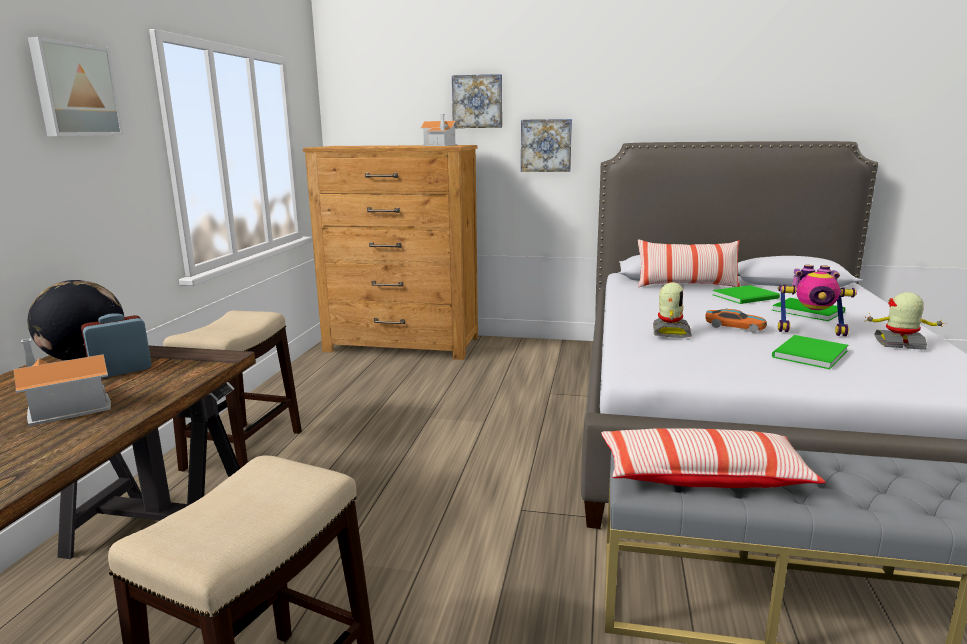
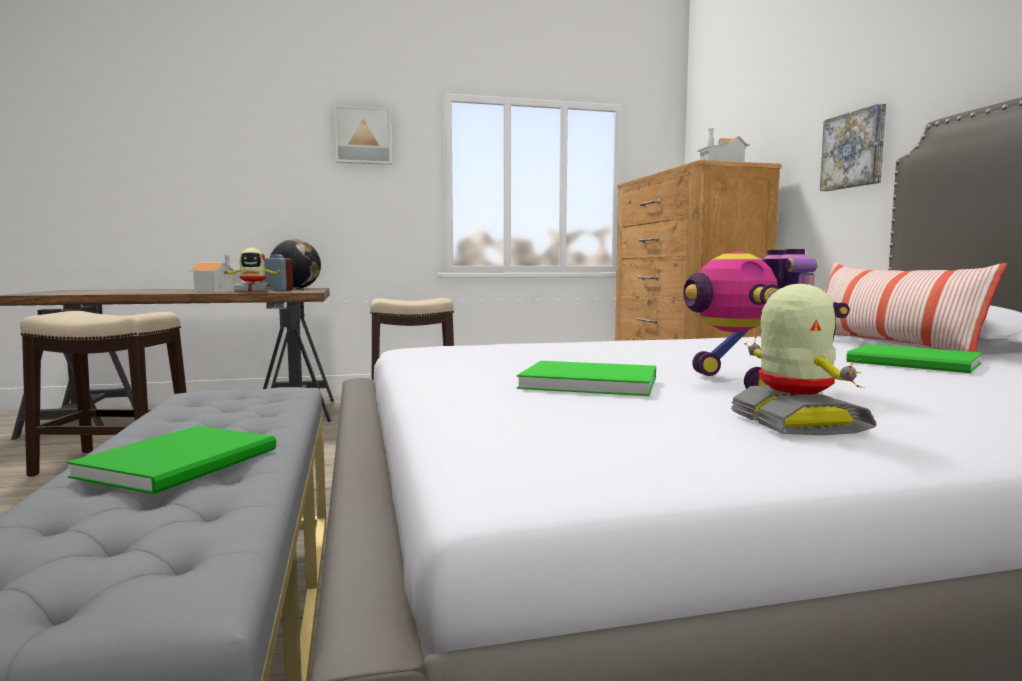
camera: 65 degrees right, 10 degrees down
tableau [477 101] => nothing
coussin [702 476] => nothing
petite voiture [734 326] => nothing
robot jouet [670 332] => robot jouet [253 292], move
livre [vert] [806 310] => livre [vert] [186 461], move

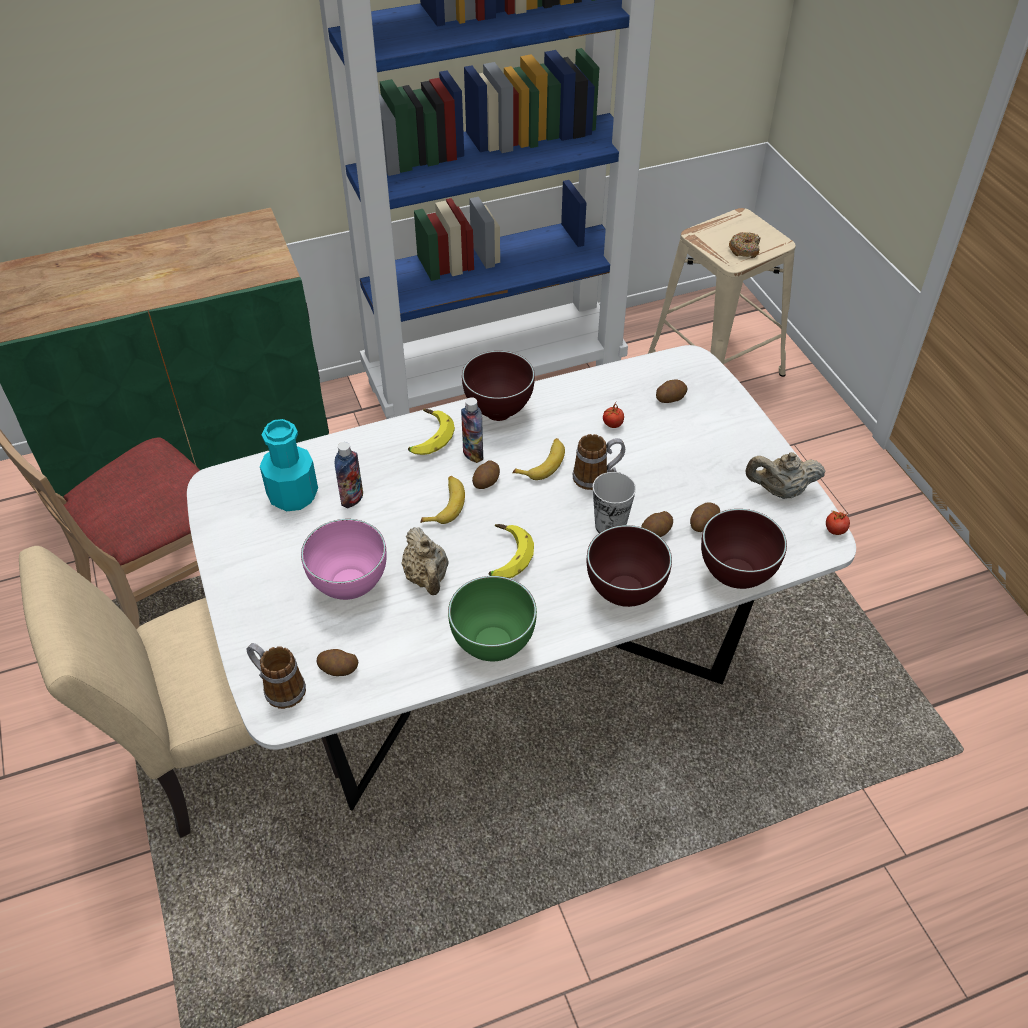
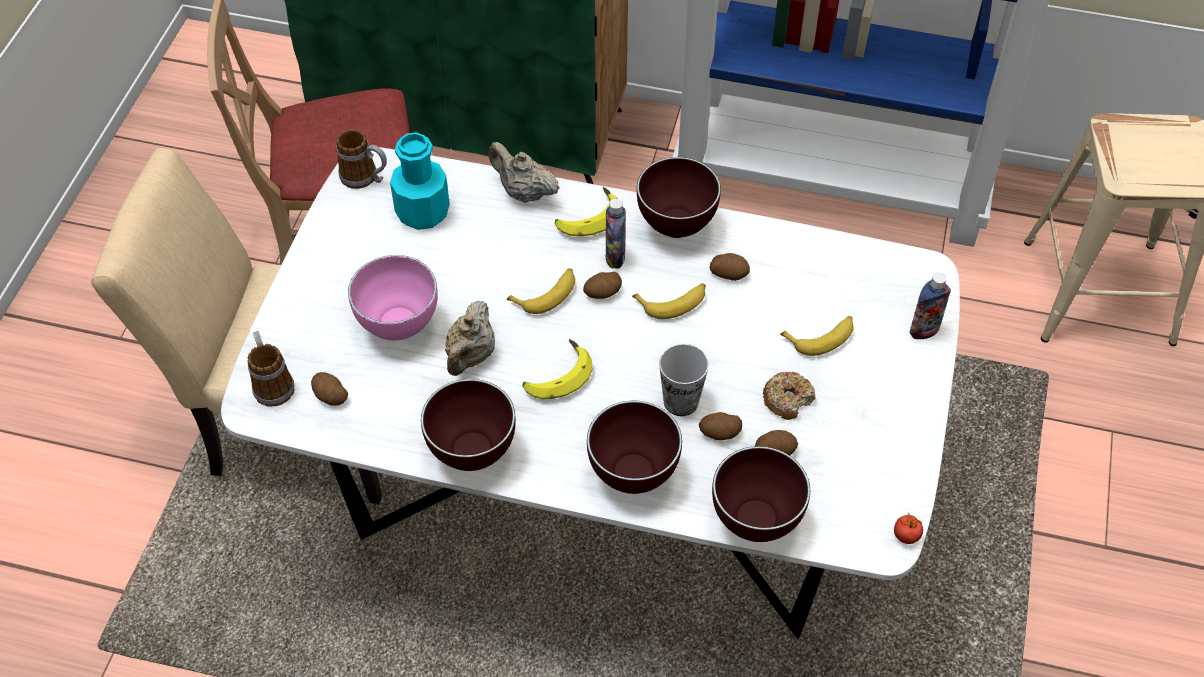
camera: 35 degrees right, 5 degrees up
tomate [612 424] => nothing
nothing => banane [821 337]
bouteille [352 498] => bouteille [924 330], move
mug [597 477] => mug [365 178], move
pomme de terre [670 398] => pomme de terre [729 273], move
beignet [744 249] => beignet [787 399], move
théière [beige] [780 491] => théière [beige] [523 192], move
bol [vert] [491 647] => bol [marron] [470 453]

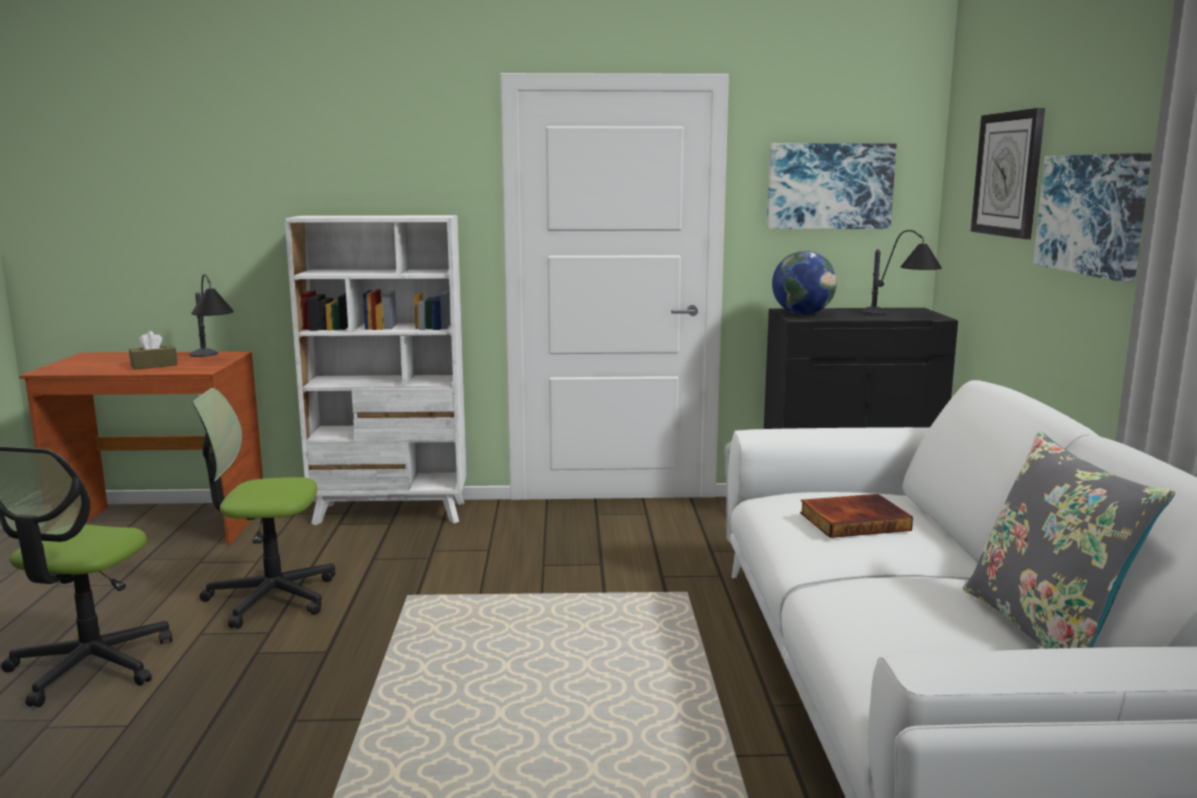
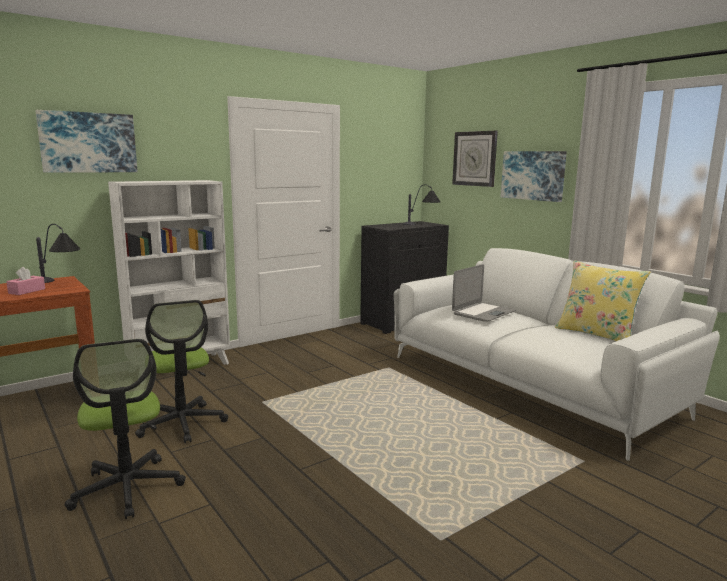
camera: 35 degrees left, 0 degrees up
globe [802 314] => nothing
tableau [829 186] => tableau [88 142], move
livre [854 520] => ordinateur portable [483 313]
boîte à mouchoirs [marron] [154 365] => boîte à mouchoirs [rose] [27 291]
coussin [gris] [1046 630] => coussin [jaune] [596 334]
chaise de bureau [271 597] => chaise de bureau [182 423], 75 degrees counterclockwise

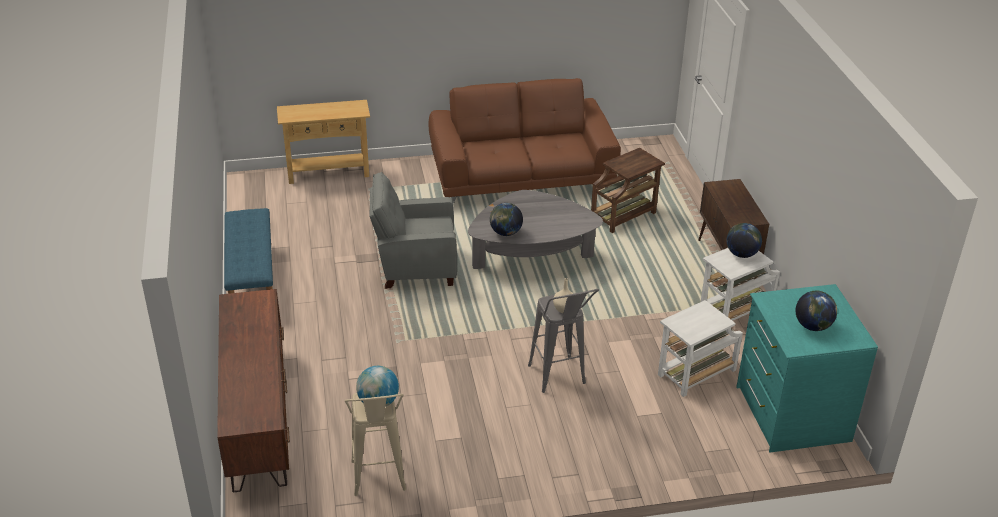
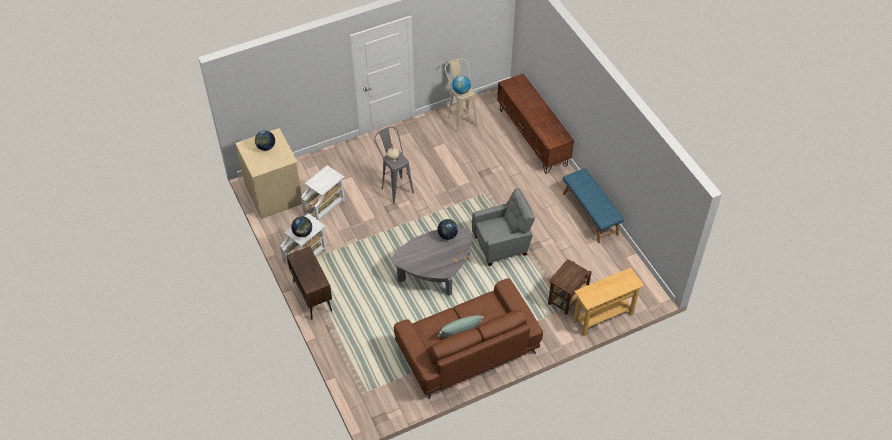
camera: 165 degrees right, 15 degrees up
nothing => coussin [vert] [459 330]
table d'appoint [marron] [624 215] => table d'appoint [marron] [567 297], move
commode [turquoise] [790 414] => commode [beige] [274 194]

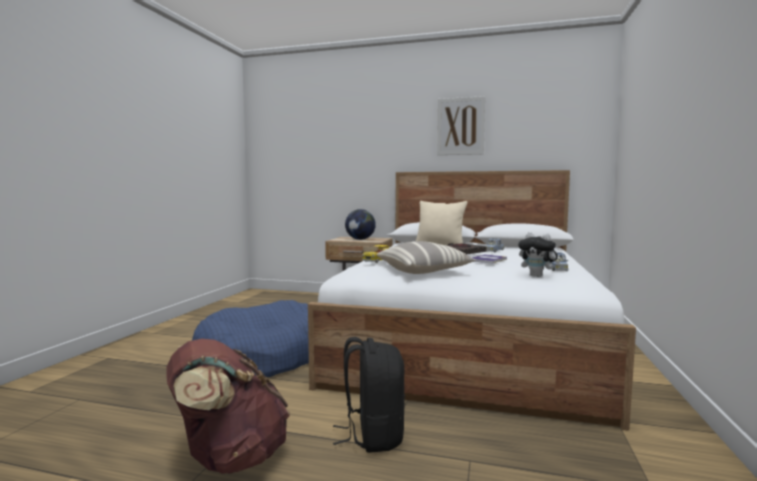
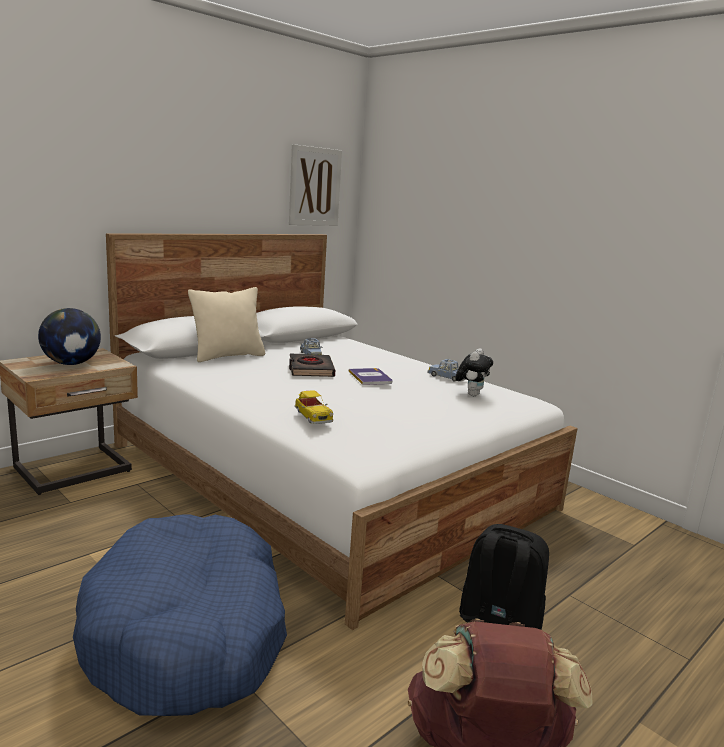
camera: 60 degrees left, 10 degrees up
coussin [424 271] => nothing
tableau [460 126] => tableau [314 186], move
peluche [538 276] => peluche [471 394], 45 degrees counterclockwise

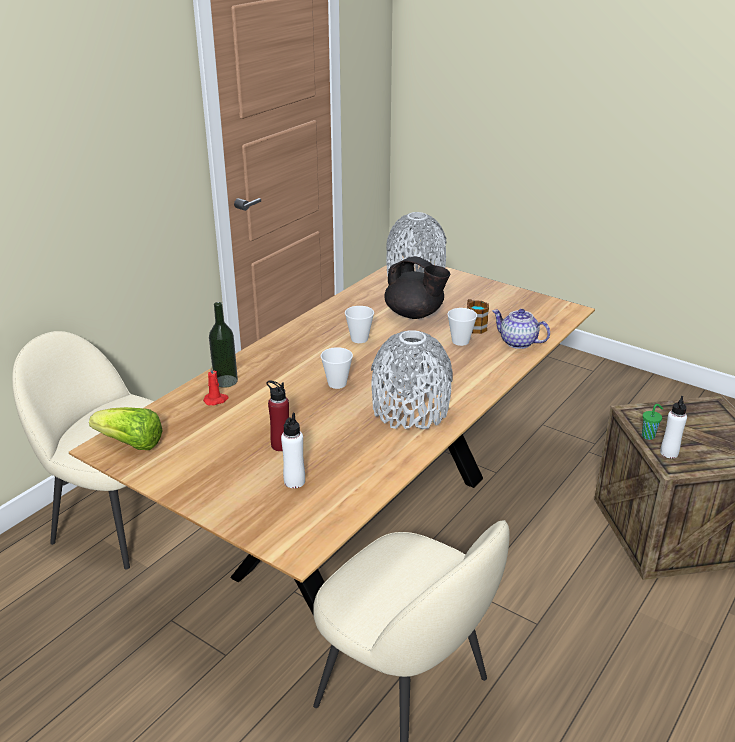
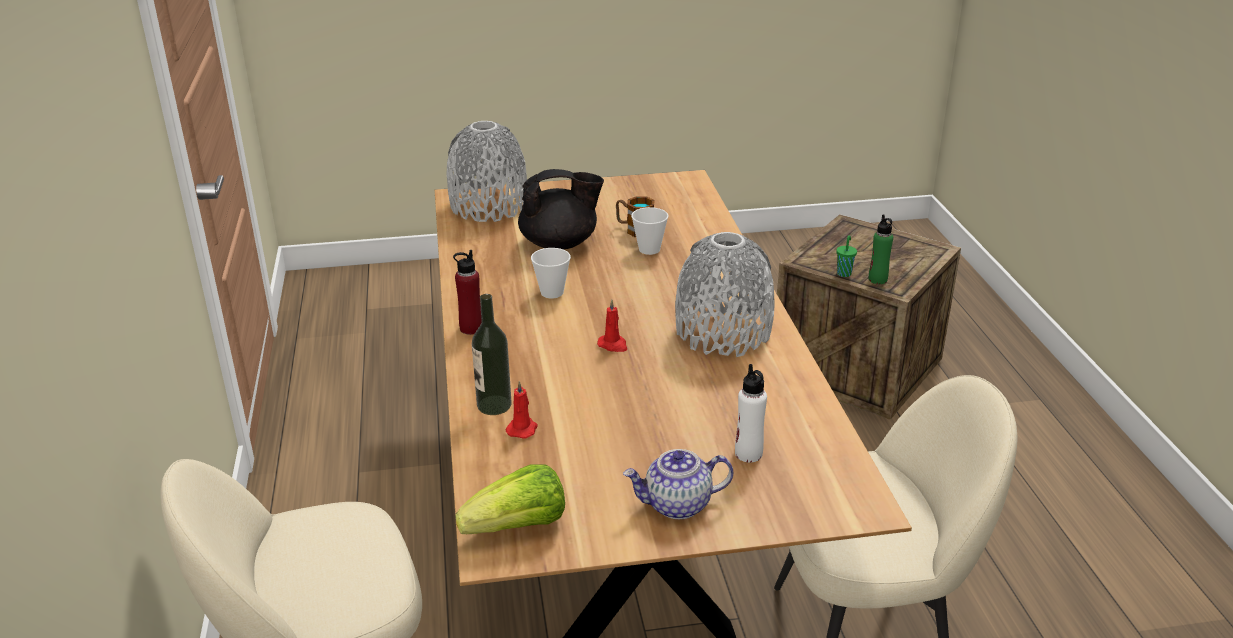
camera: 45 degrees left, 0 degrees up
bouteille [rouge] [281 445] => bouteille [rouge] [471 328], move
théière [517 342] => théière [677 505], move
tasse [337 383] => bougie [rouge] [613 345]
bouteille [blanc] [669 453] => bouteille [vert] [877 279]

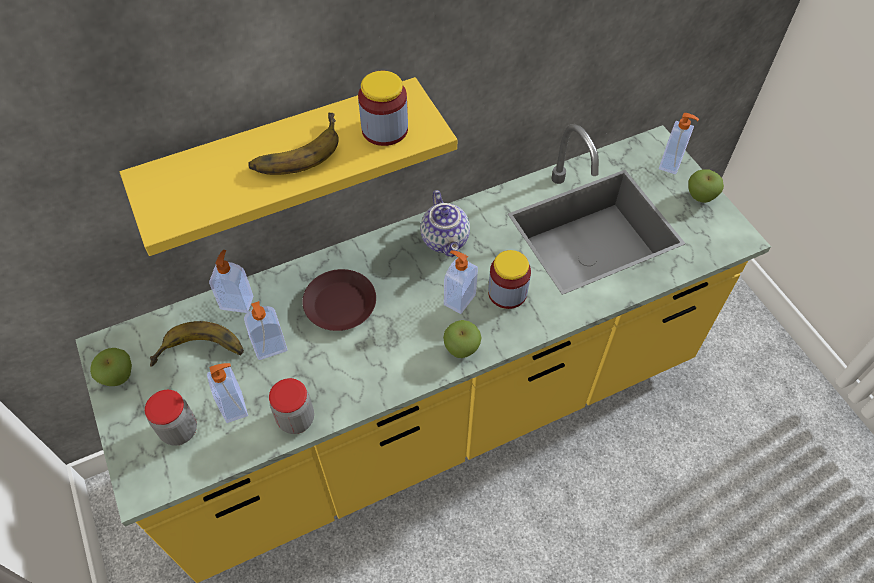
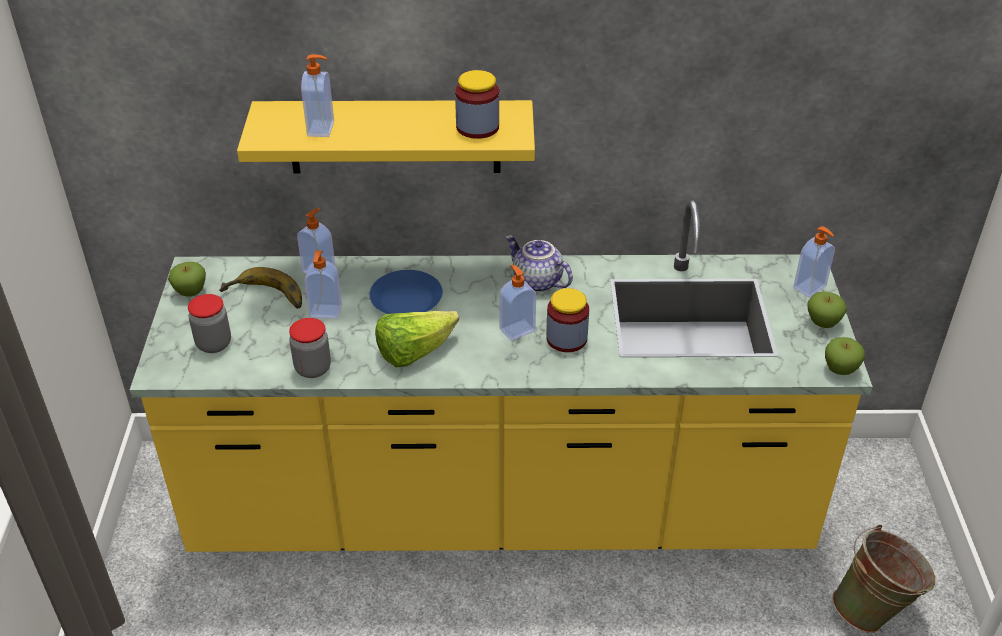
camera: 25 degrees right, 15 degrees down
banane [295 149] => nothing
nothing => laitue [414 352]
nothing => seau [vert] [873 612]
distributeur de savon [235 406] => distributeur de savon [322 129], move
pomme [461 349] => pomme [840 370], move
assiette [marron] [339 304] => assiette [bleu] [406 299]
théière [446 240] => théière [536 282], 120 degrees clockwise

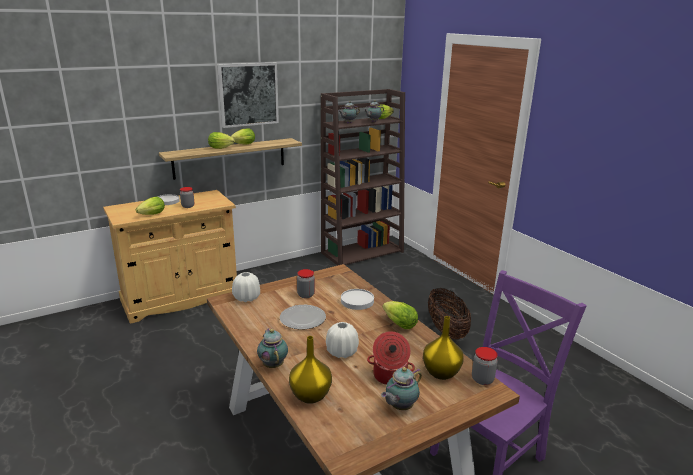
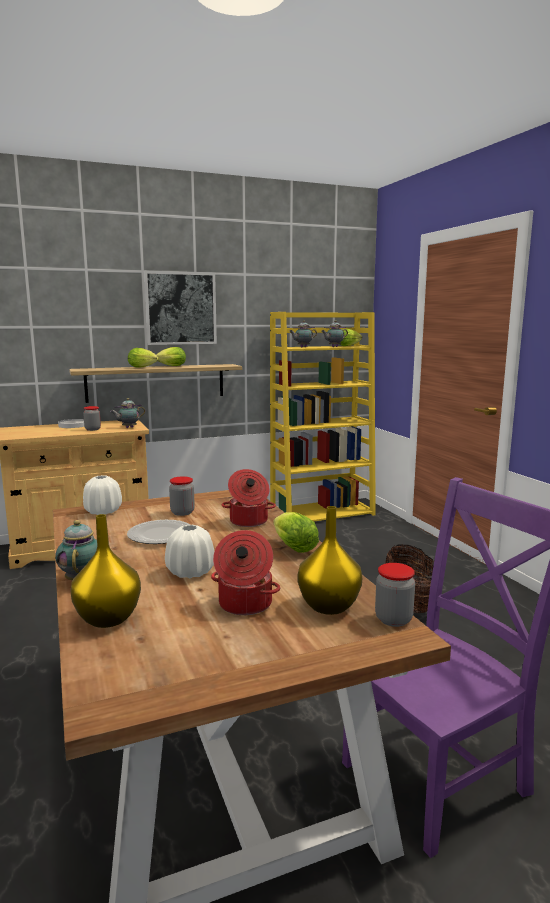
camera: 10 degrees right, 10 degrees down
laitue [151 215] => nothing
théière [400 407] => théière [128 428], move
assiette [blanc] [357 301] => marmite [248 521]
bibliothèque [marron] [362 252] => bibliothèque [jaune] [322 512]

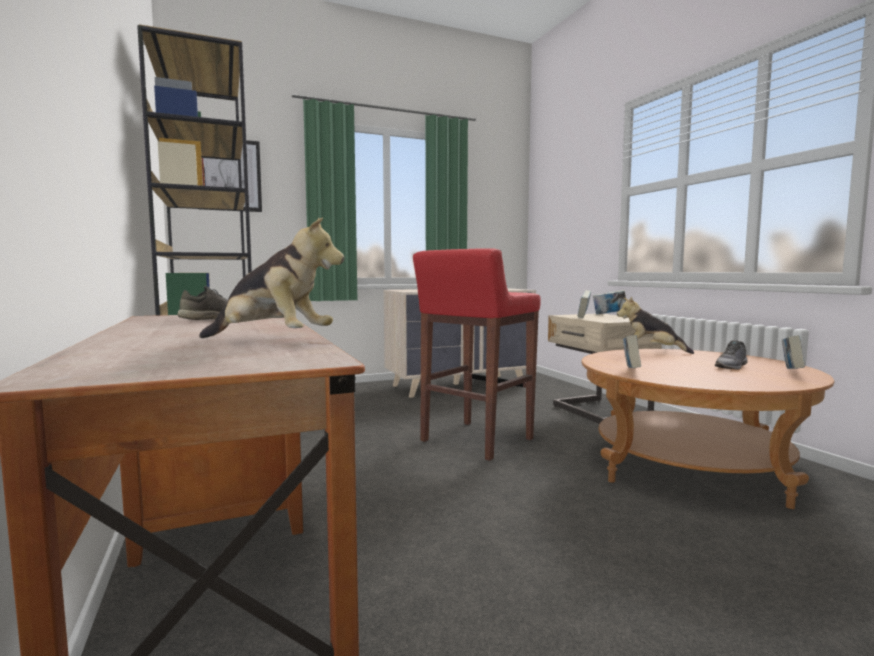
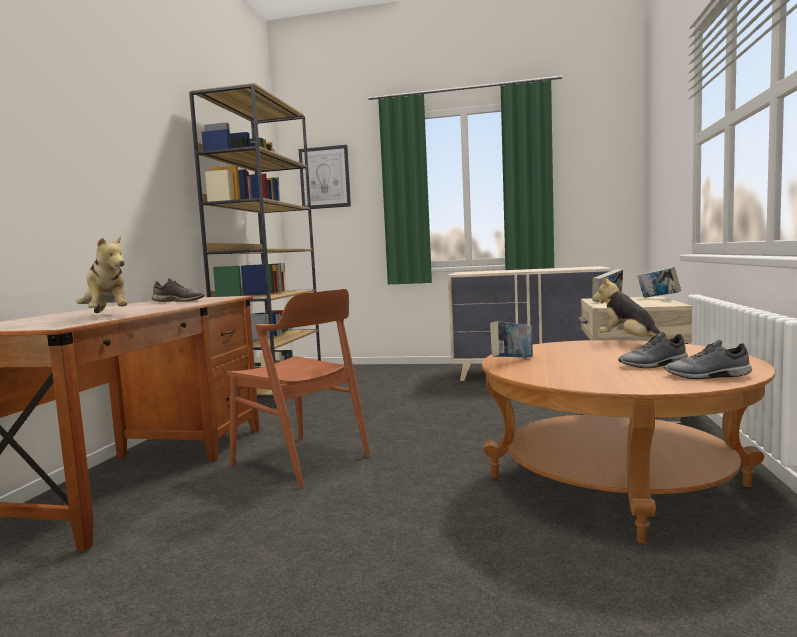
camera: 35 degrees right, 0 degrees up
tabouret [rouge] [475 440] => nothing
nothing => chaise [marron] [301 460]
livre [791 372] => chaussure [gris] [707 376]

